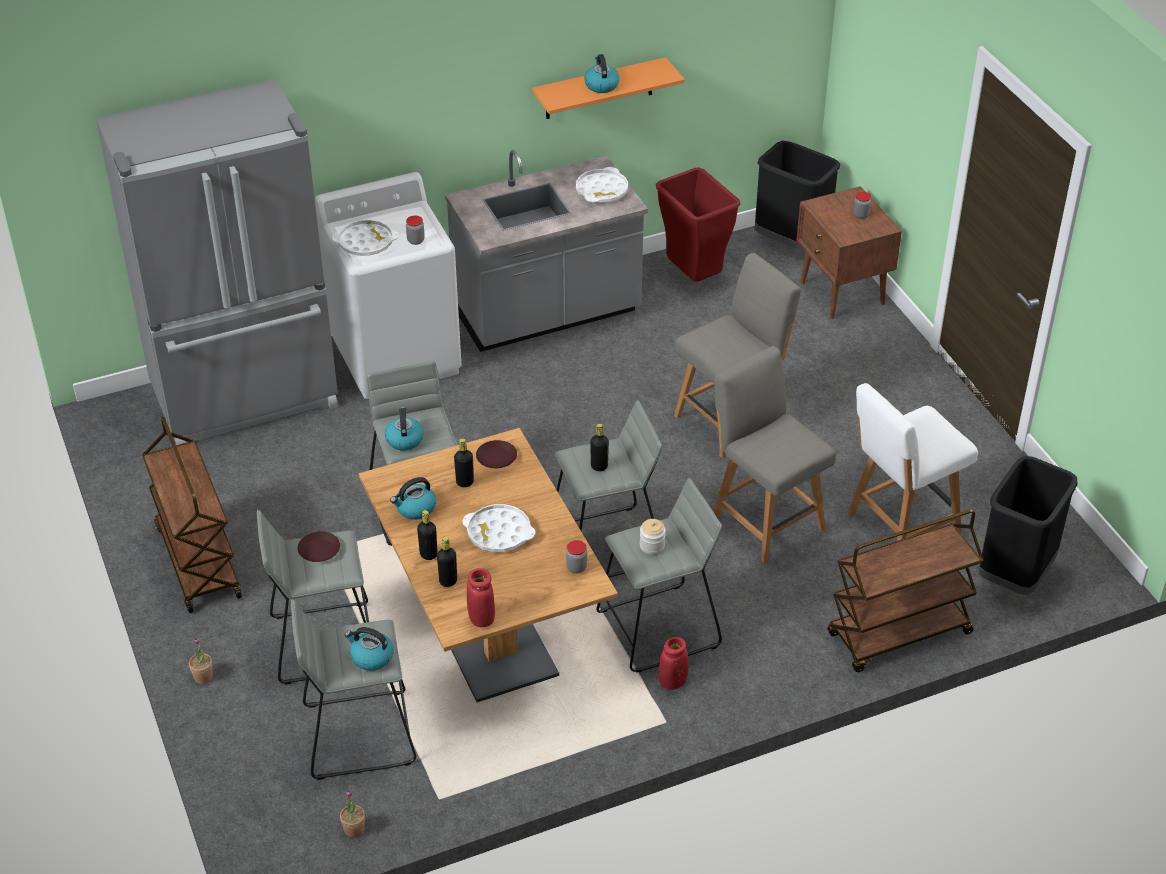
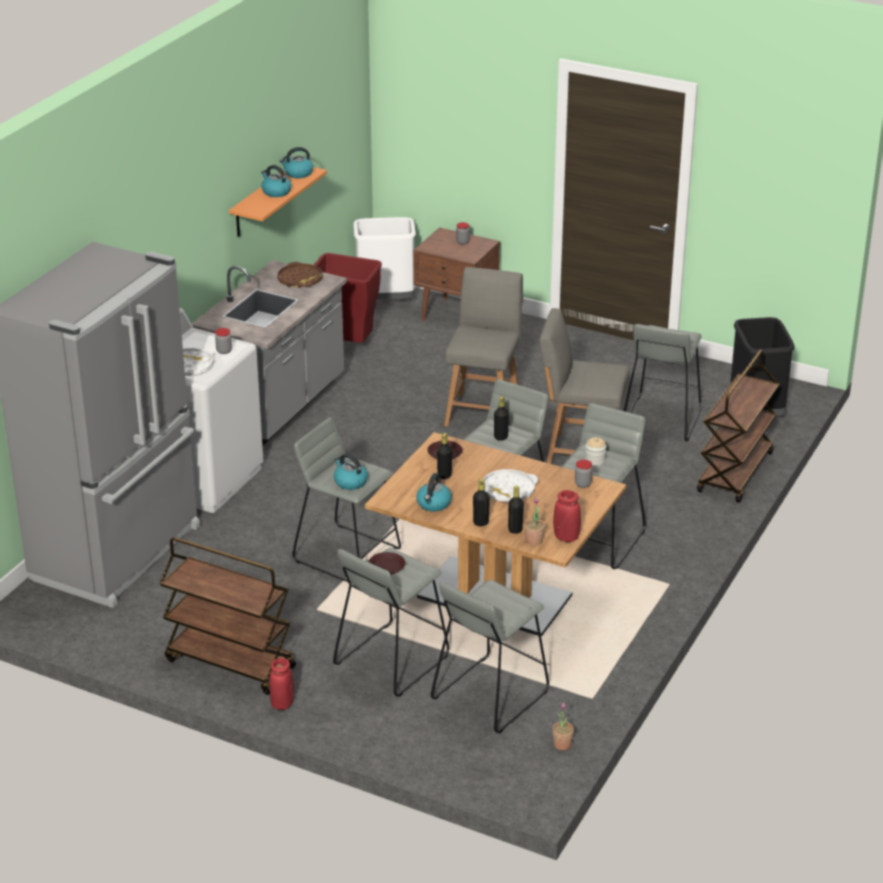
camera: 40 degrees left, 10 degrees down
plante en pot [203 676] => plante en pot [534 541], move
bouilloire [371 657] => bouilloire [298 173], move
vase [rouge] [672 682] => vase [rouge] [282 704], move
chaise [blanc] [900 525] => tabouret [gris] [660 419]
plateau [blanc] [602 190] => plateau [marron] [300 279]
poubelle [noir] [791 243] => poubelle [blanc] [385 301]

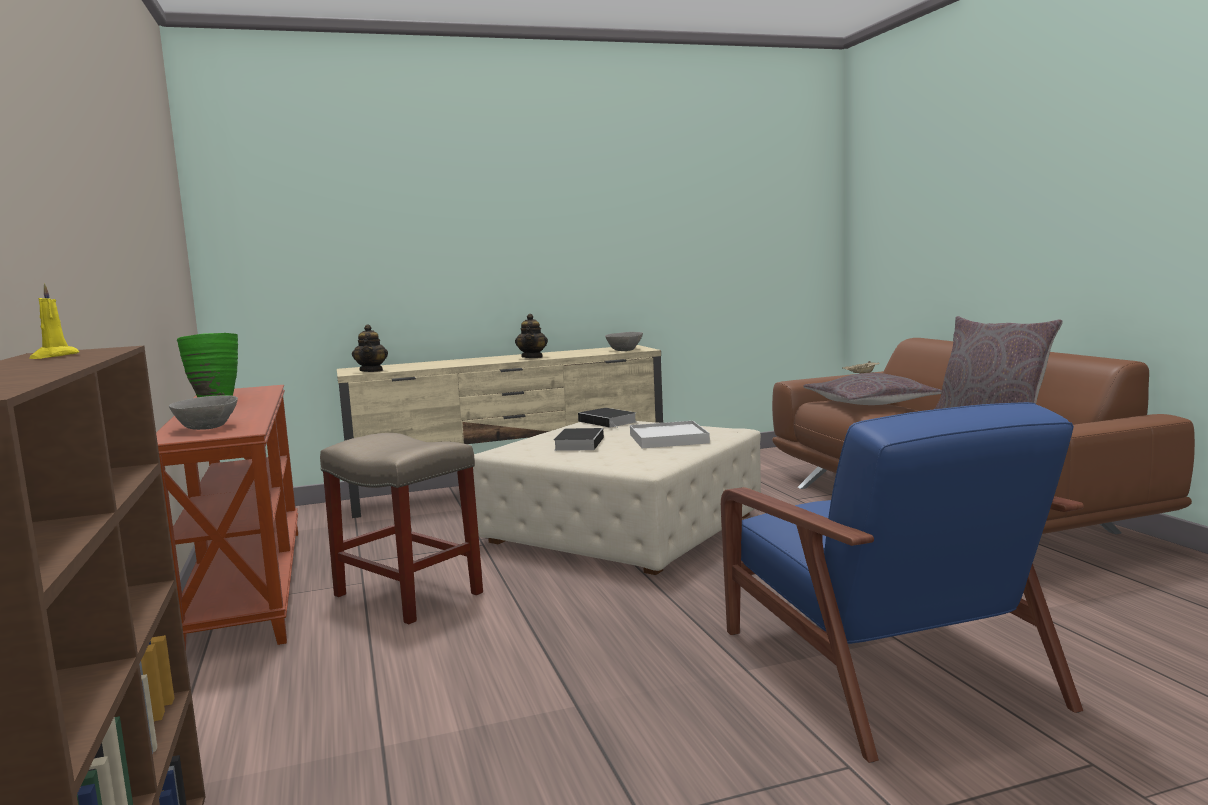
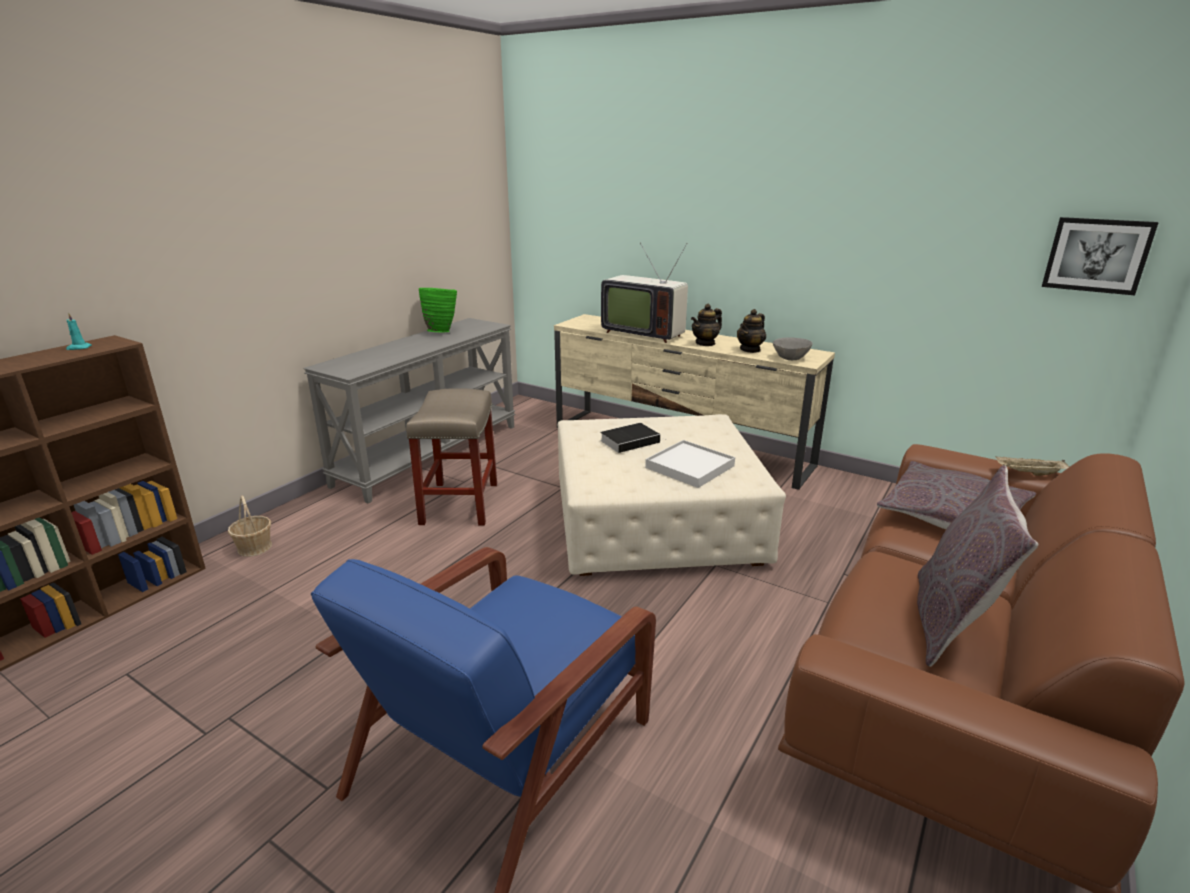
camera: 50 degrees right, 15 degrees up
bol [gris] [205 427] => nothing
livre [609 422] => nothing
nothing => panier [255 547]
nothing => téléviseur [643 333]
nothing => tableau [1097 255]
théière [372 371] => théière [750 350], move
bougie [jaune] [53 356] => bougie [turquoise] [78 348]
table console [marron] [245 585] => table console [gris] [429 454]

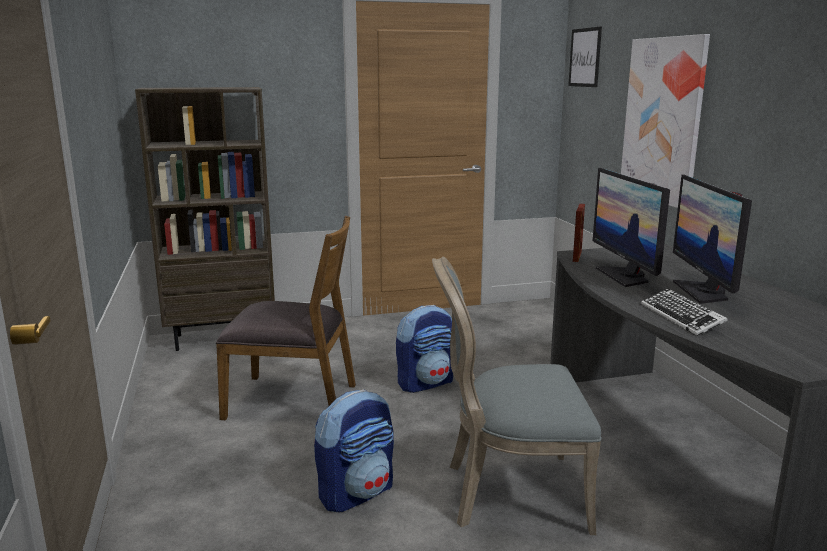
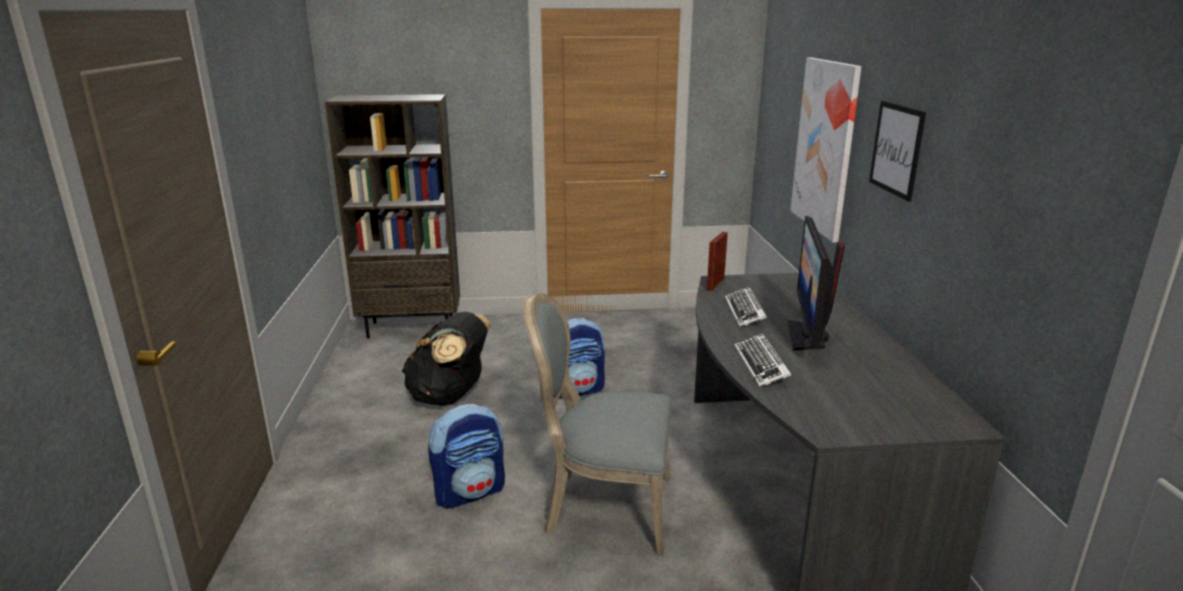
camera: 10 degrees right, 5 degrees up
tableau [585 57] => tableau [896 149], move
chaise [marron] [293 400] => sac à dos [noir] [450 396]
écran d'ordinateur [625 276] => clavier [745 312]

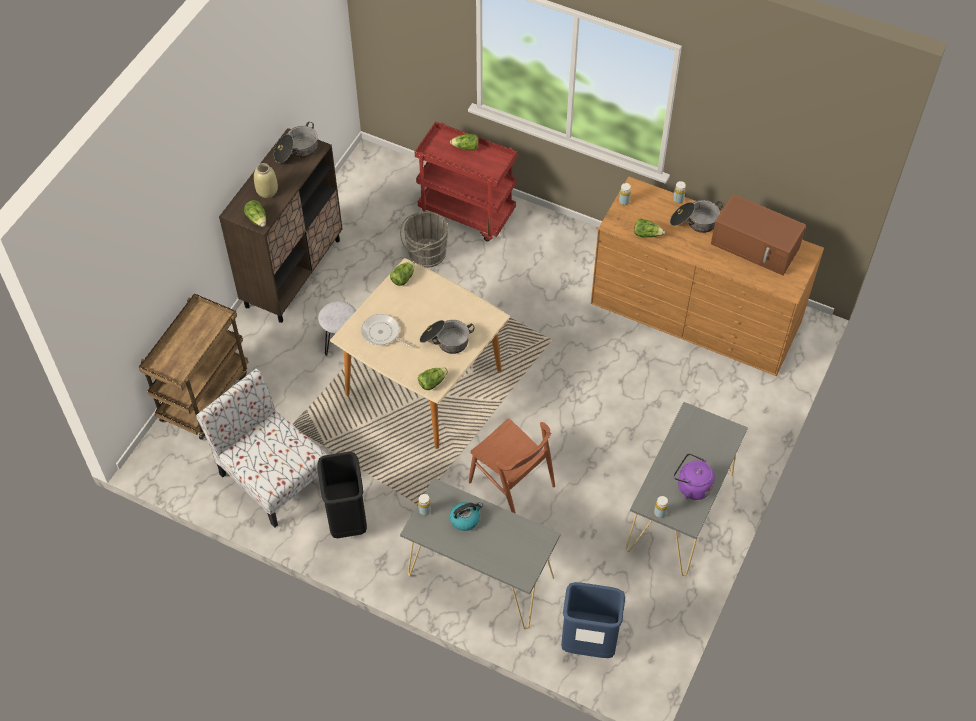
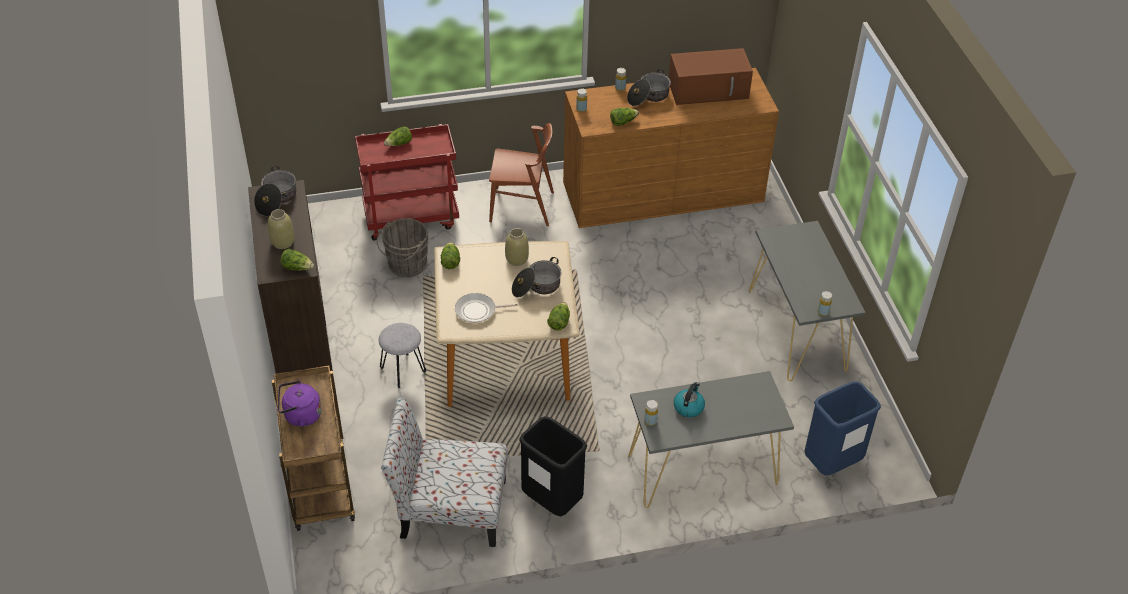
camera: 40 degrees left, 10 degrees down
nothing => vase [beige] [517 259]
chaise [marron] [512 484] => chaise [marron] [522 206], move
bouilloire [violet] [691 486] => bouilloire [violet] [300 416], move

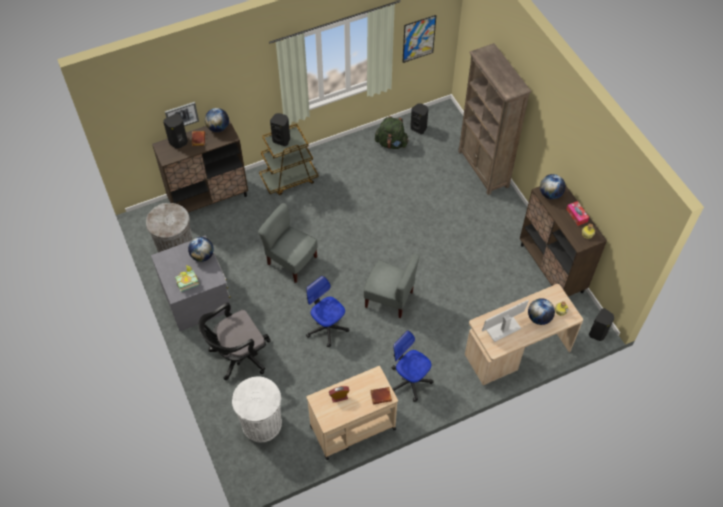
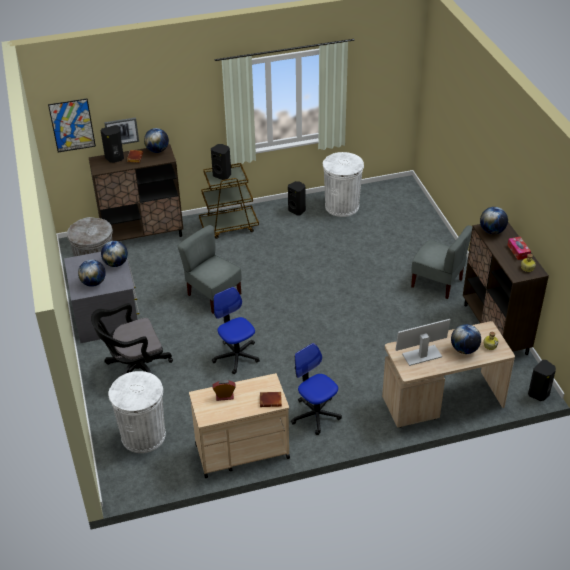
camera: 10 degrees right, 15 degrees down
bibliothèque [marron] [483 169] => nothing
chaise [gris] [389 299] => chaise [gris] [437 283], move
tableau [418 39] => tableau [72 125], move
enceinte [noir] [419 128] => enceinte [noir] [297 210], move
livre [187 281] => globe [93 283]
sac à dos [vert] [391 143] => poubelle [blanc] [342 206]

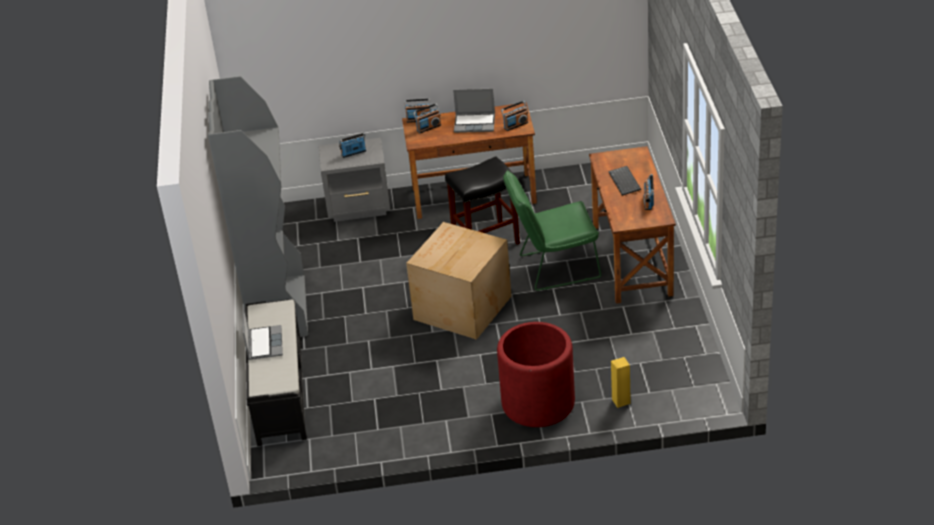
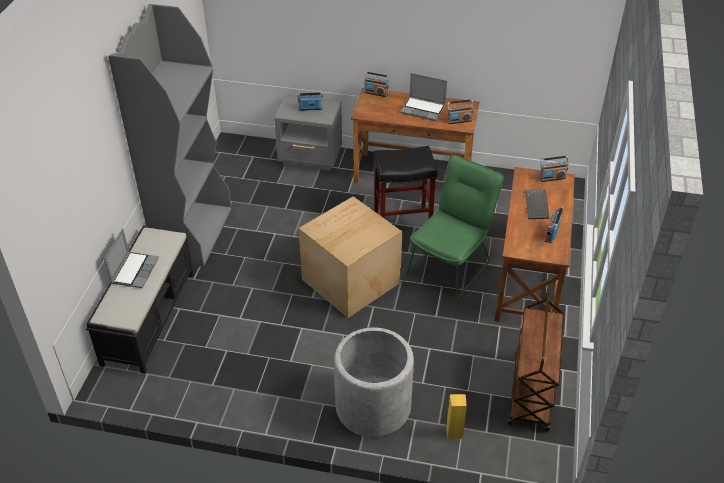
camera: 15 degrees right, 5 degrees up
nothing => chariot [marron] [531 392]
radio [428 127] => radio [552 178], move
cache-pot [rouge] [538 403] => cache-pot [gris] [373 407]
chaise [vert] [553 268] => chaise [vert] [451 265], 120 degrees clockwise

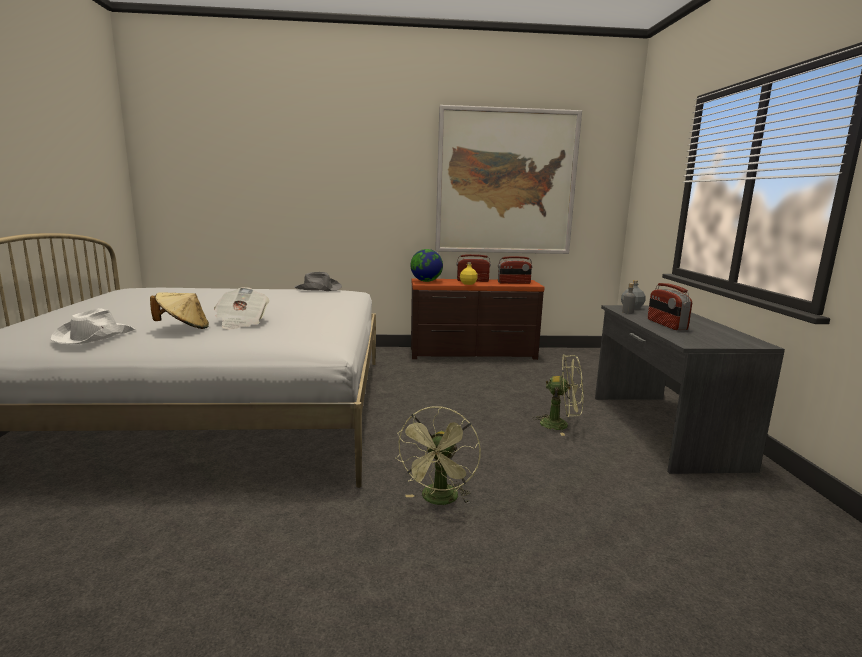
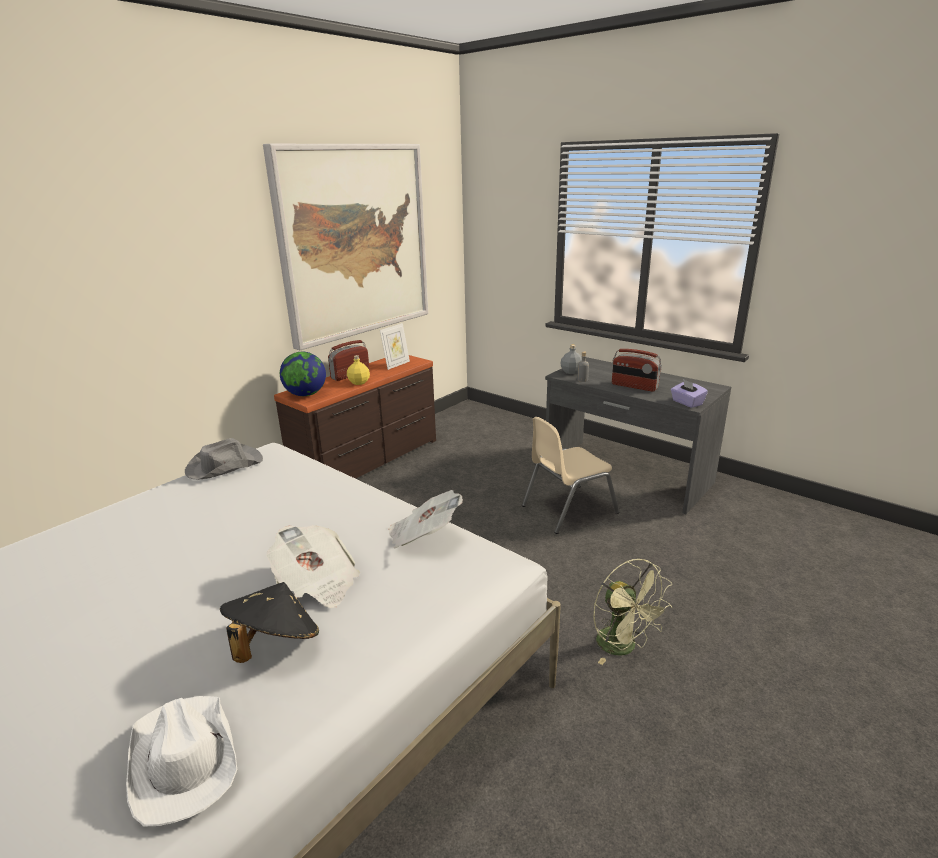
camera: 45 degrees left, 10 degrees up
nothing => journal [424 536]
nothing => boîte à mouchoirs [violet] [687 403]
radio [514 283] => cadre photo [396 364]
ventilateur [vert] [560 425] => chaise [beige] [568 509]
chapeau [beige] [183 328] => chapeau [noir] [274 643]

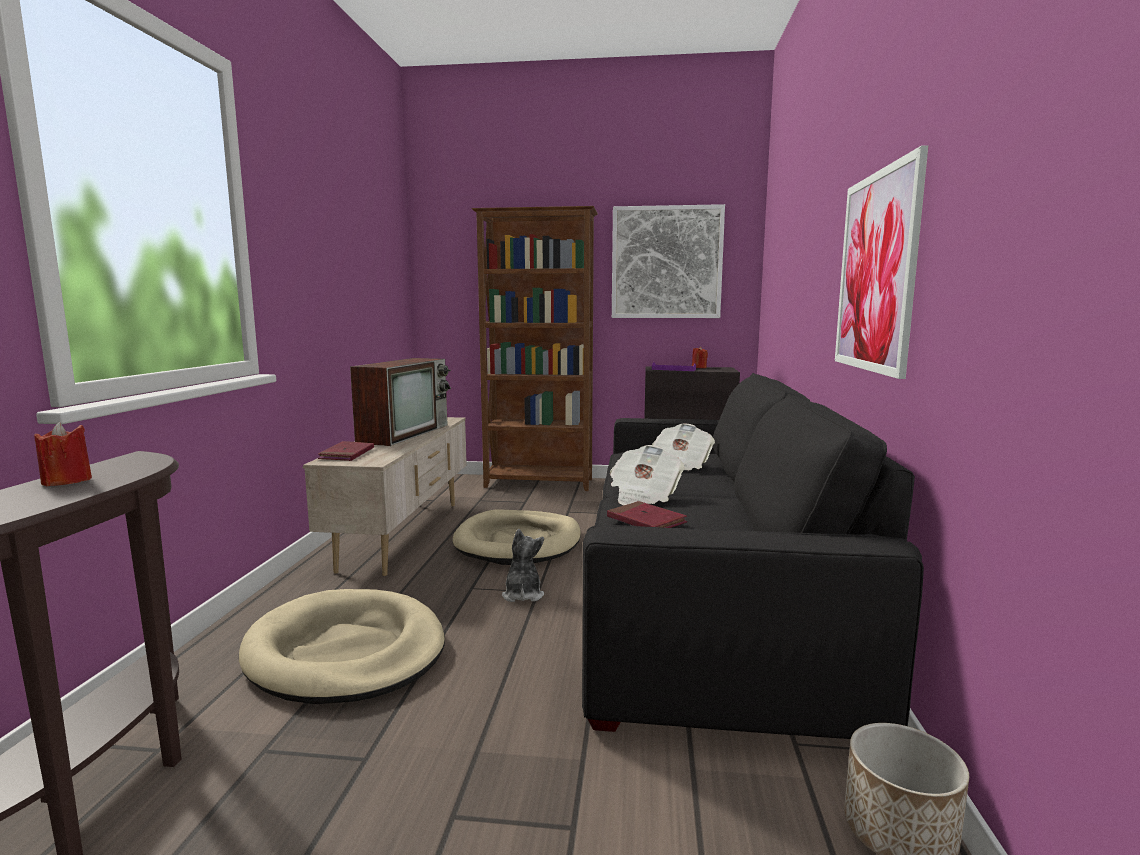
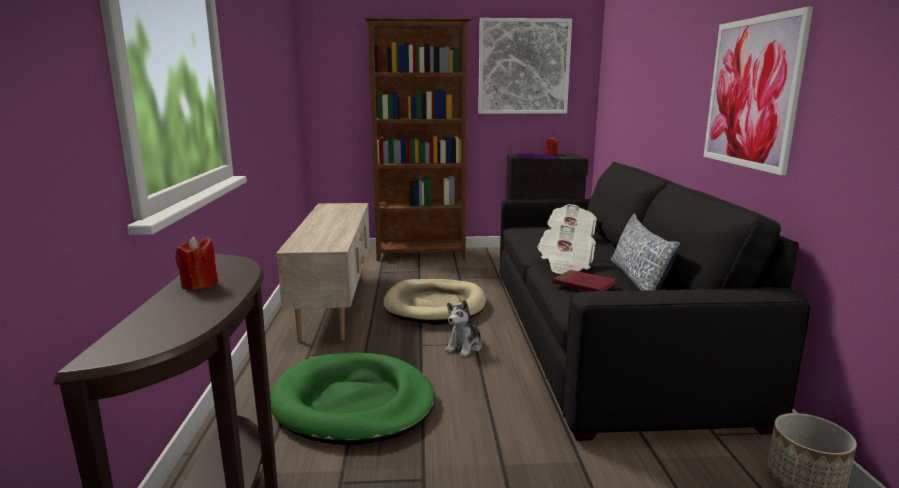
camera: 10 degrees left, 5 degrees up
livre [rouge] [347 454] => nothing
téléviseur [405 433] => nothing
nothing => coussin [638 279]
panier pour chien [beige] [346 652] => panier pour chien [vert] [353 404]
peluche [522 594] => peluche [464 347], 135 degrees counterclockwise

